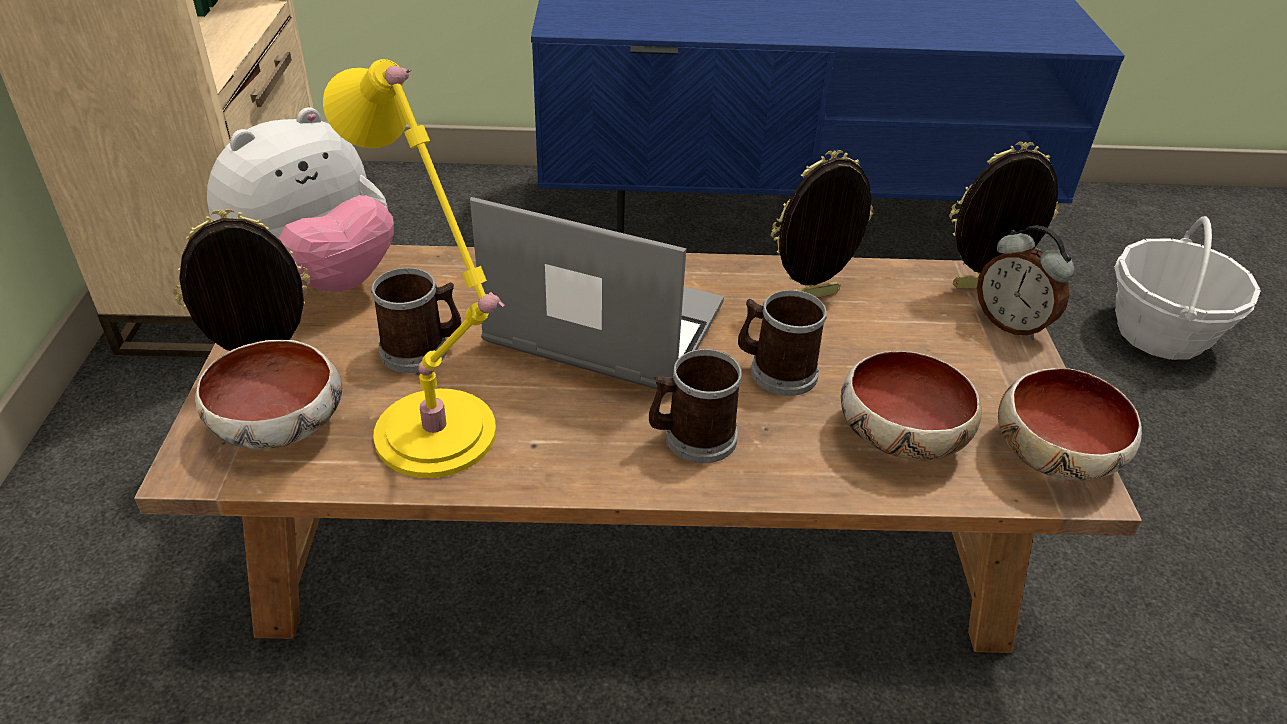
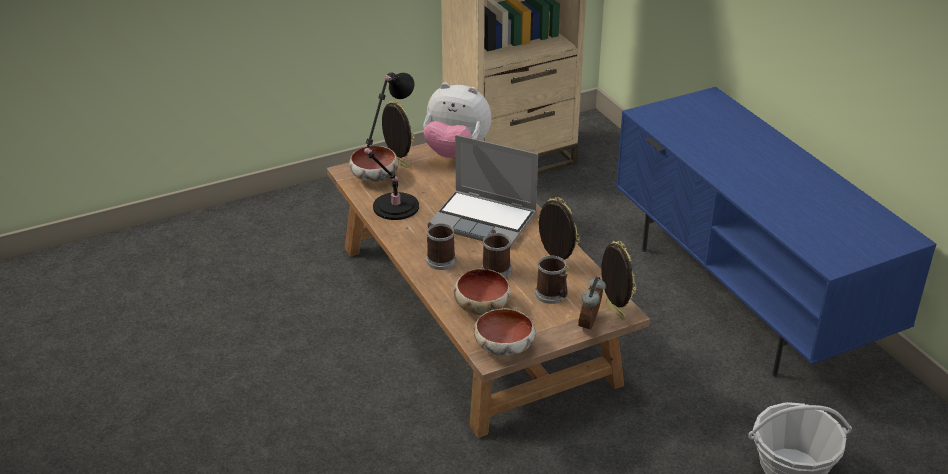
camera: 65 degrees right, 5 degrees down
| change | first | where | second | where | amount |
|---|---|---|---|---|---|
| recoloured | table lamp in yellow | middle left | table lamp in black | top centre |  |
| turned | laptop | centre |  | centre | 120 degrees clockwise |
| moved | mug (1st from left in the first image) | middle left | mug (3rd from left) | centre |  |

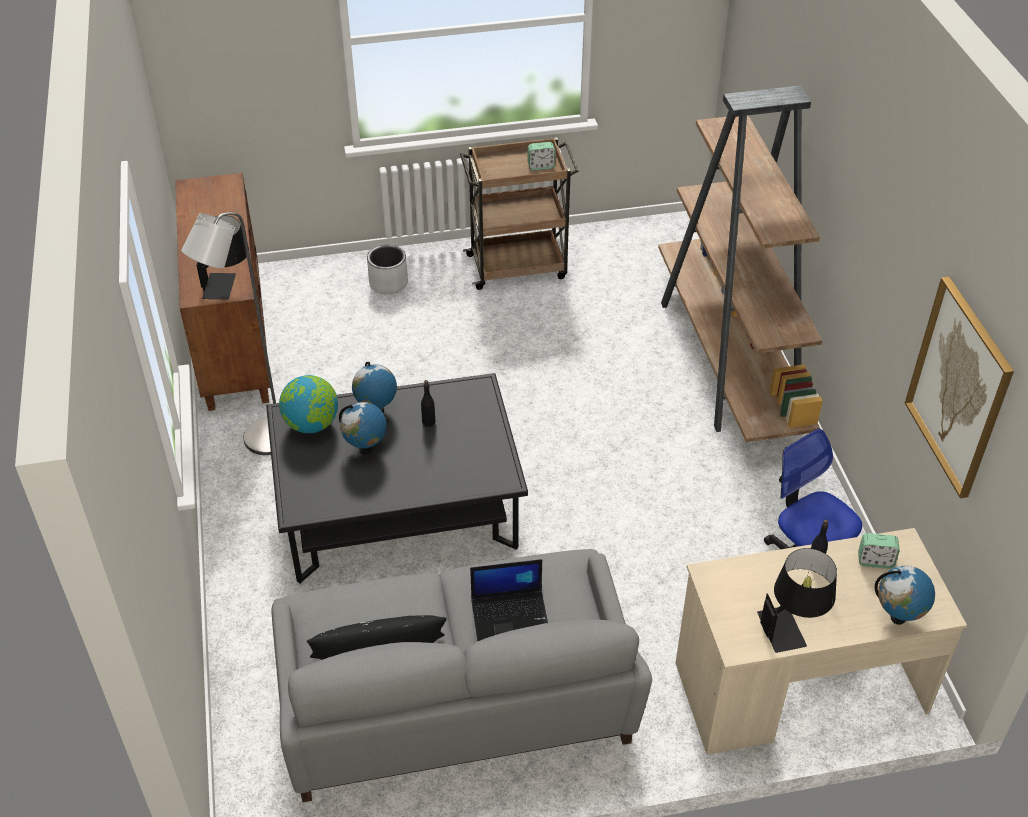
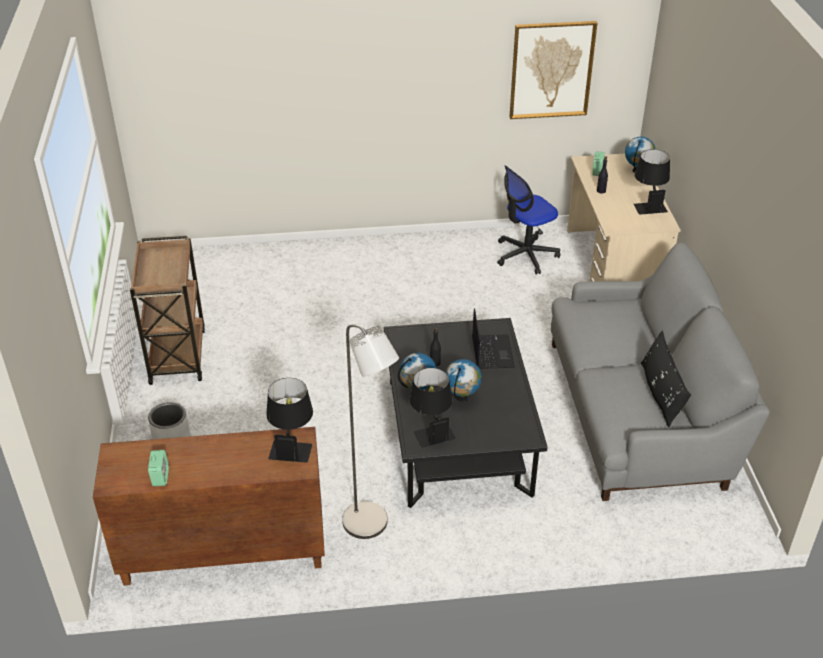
camera: 85 degrees left, 5 degrees down
| change | first | where | second | where | amount |
|---|---|---|---|---|---|
| removed | bookcase in brown | top right |  |  |  |
| moved | alarm clock (1st from left) | top centre |  | bottom left |  |
| replaced | globe (1st from left) | middle left | table lamp in black (2nd from left) | centre |  |
| moved | laptop | bottom centre |  | centre |  |

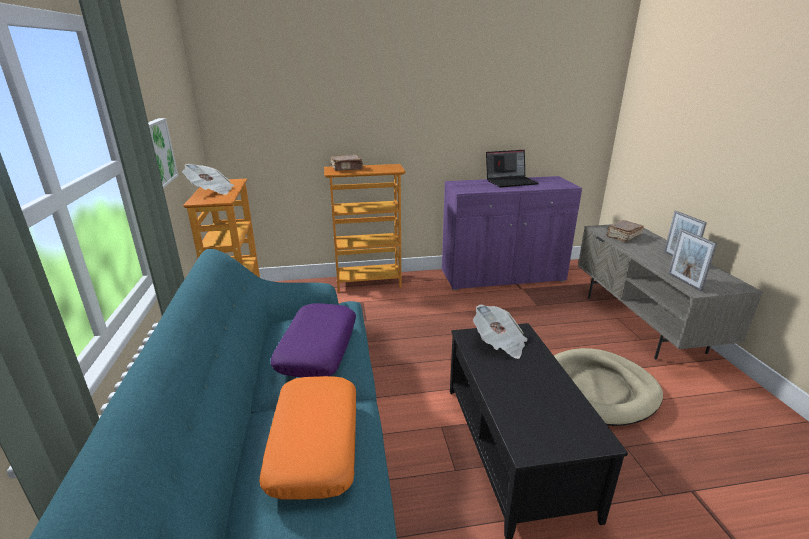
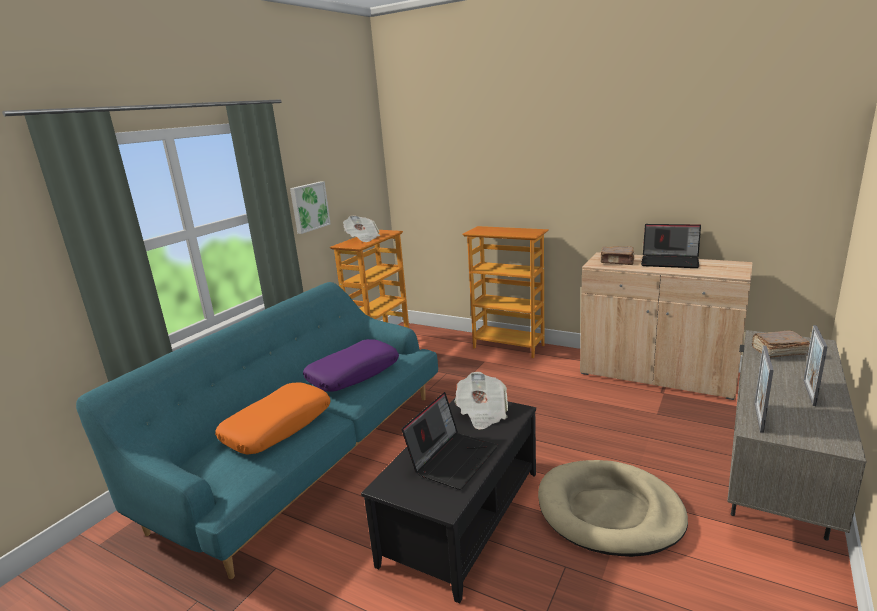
camera: 40 degrees right, 5 degrees down
| change | first | where | second | where | amount |
|---|---|---|---|---|---|
| moved | book in brown (1st from left) | top centre |  | middle right |  |
| recoloured | cabinet in purple | centre | cabinet in beige | middle right |  |
| added |  |  | laptop (1st from left) | bottom centre |  |

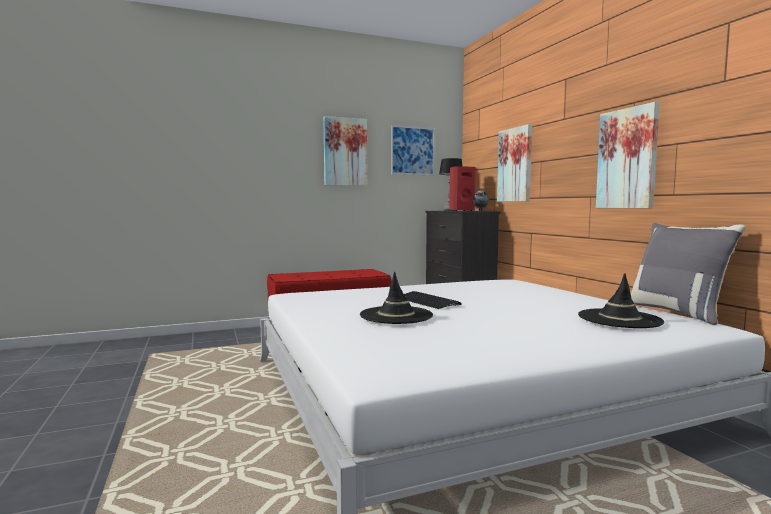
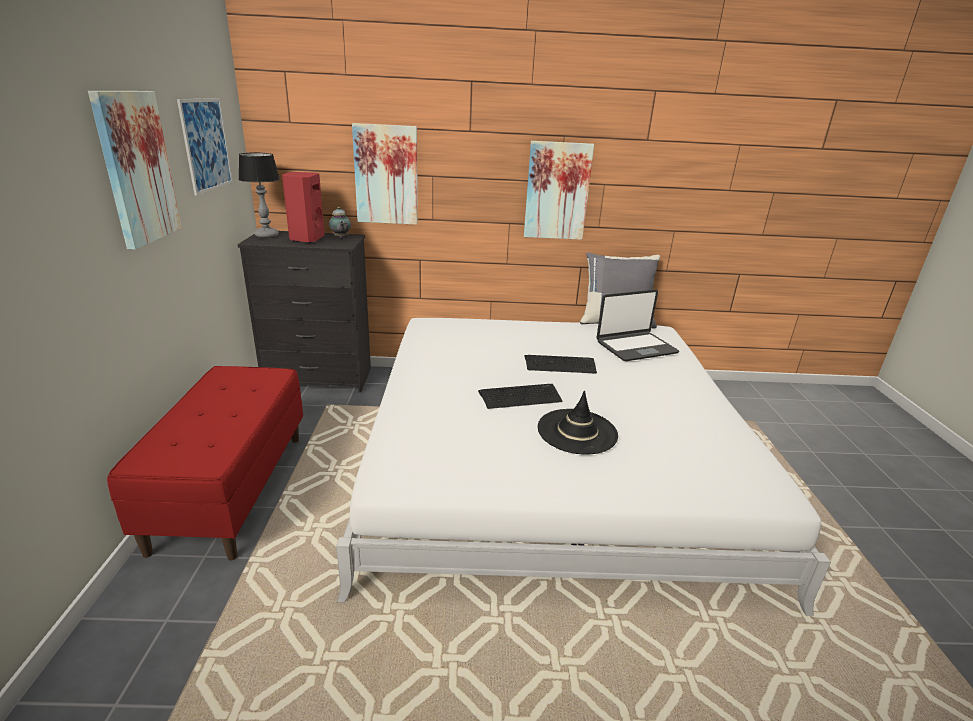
camera: 70 degrees left, 20 degrees up
| change | first | where | second | where | amount |
|---|---|---|---|---|---|
| replaced | hat in black (2nd from left) | middle right | laptop | centre |  |
| added |  |  | keyboard (2nd from left) | centre |  |

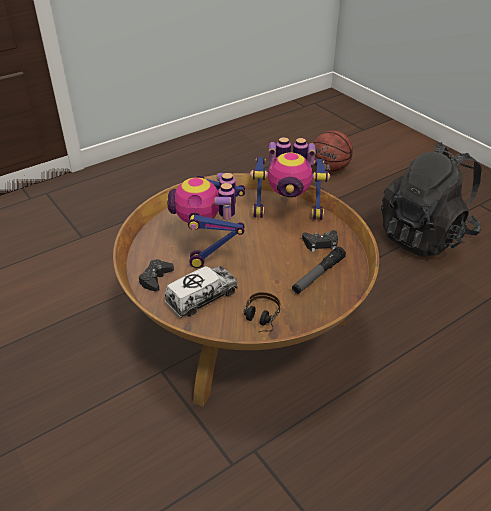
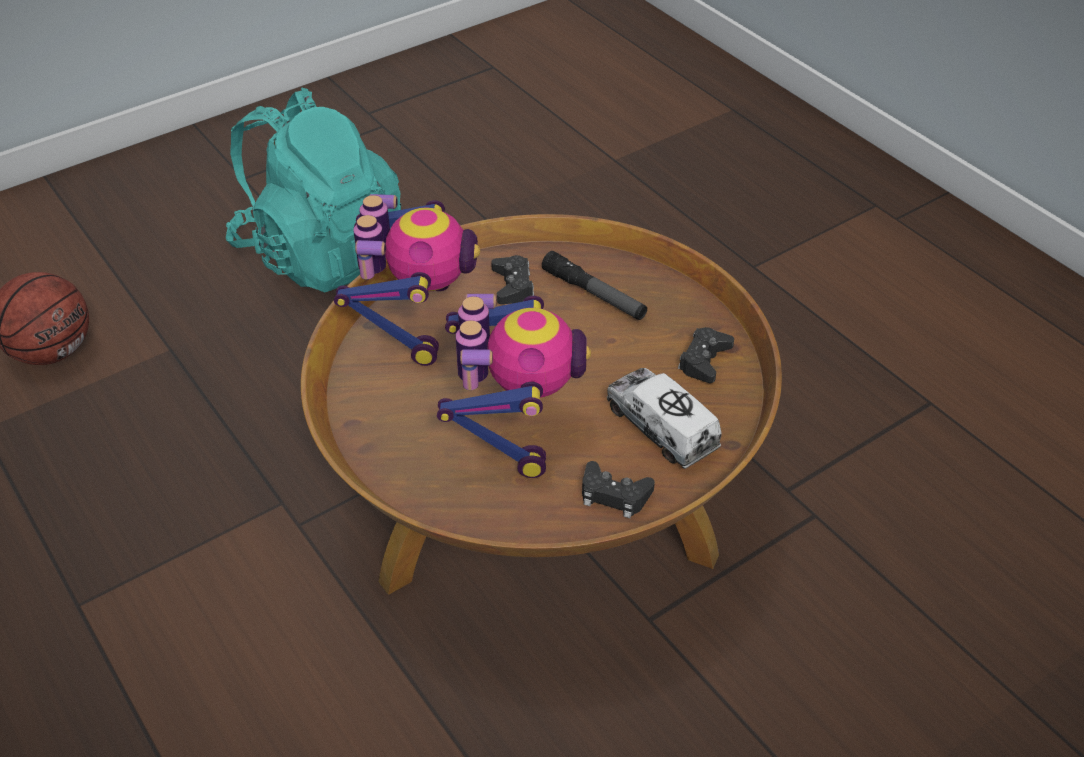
camera: 90 degrees left, 5 degrees up
| change | first | where | second | where | amount |
|---|---|---|---|---|---|
| recoloured | backpack in black | middle right | backpack in turquoise | top left |  |
| turned | toy robot (1st from left in the first image) | centre | toy robot (2nd from left) | centre | 90 degrees counterclockwise |
| replaced | headphones | centre | game controller in black (3rd from left) | centre |  |

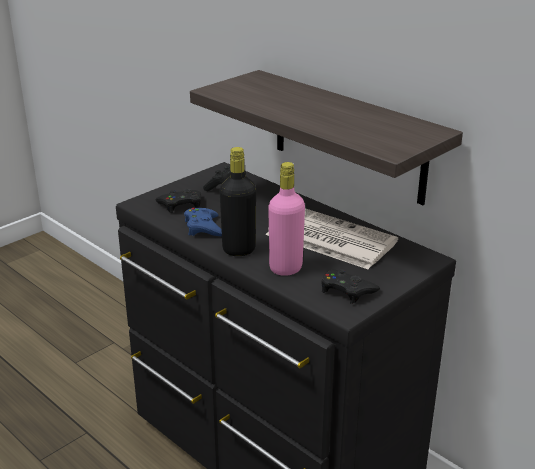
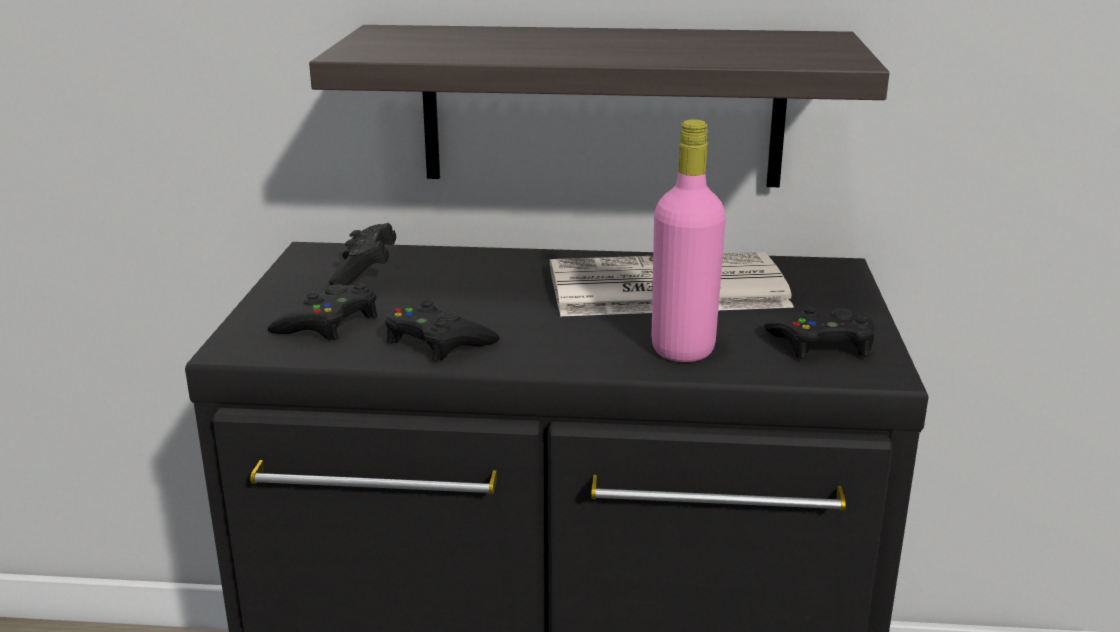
camera: 40 degrees left, 5 degrees down
| change | first | where | second | where | amount |
|---|---|---|---|---|---|
| removed | bottle in black | centre |  |  |  |
| recoloured | game controller in blue | centre | game controller in black (3rd from left) | centre |  |

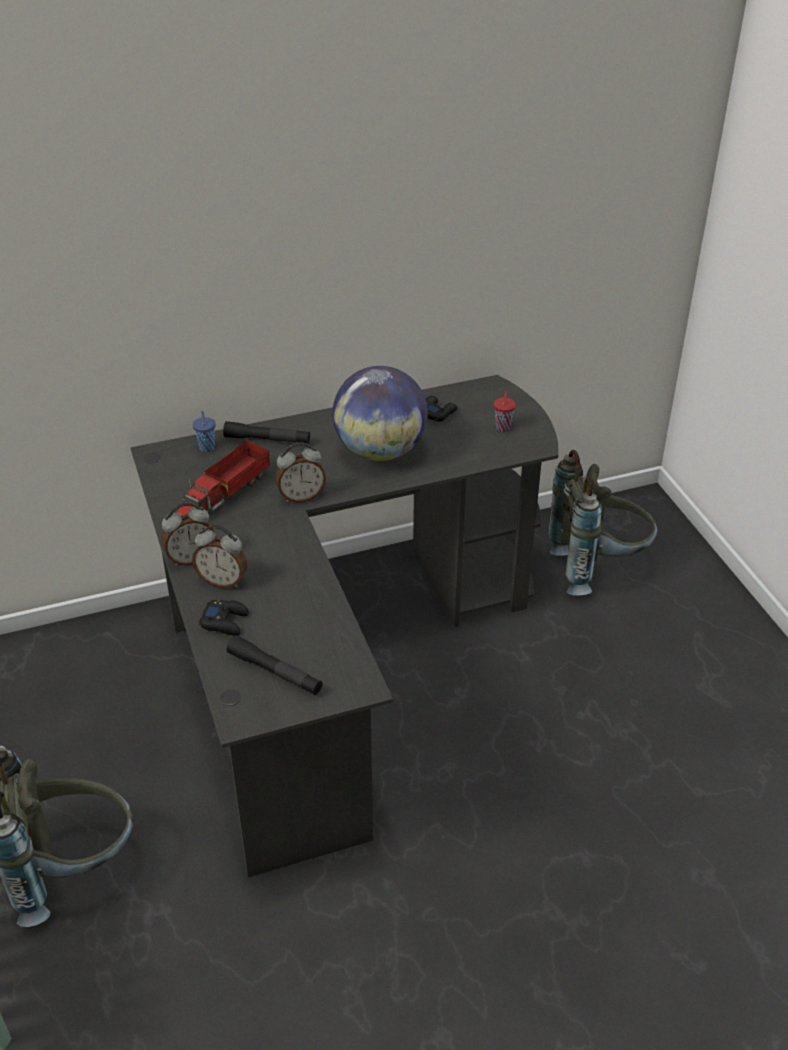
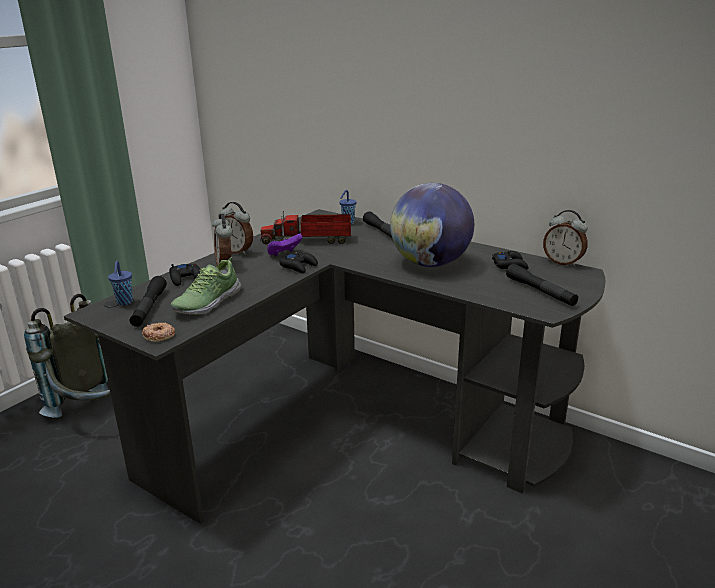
camera: 55 degrees right, 15 degrees down
| change | first | where | second | where | amount |
|---|---|---|---|---|---|
| replaced | cup in red | centre | flashlight in black (3rd from left) | middle right |  |
| moved | alarm clock (3rd from left) | centre |  | middle right |  |
| removed | backpack in grey (2nd from left) | middle right |  |  |  |
| added |  |  | game controller in purple | centre |  |
| added |  |  | game controller in black (2nd from left) | centre |  |
| added |  |  | shoe | middle left |  |
| added |  |  | cup in blue (1st from left) | middle left |  |
| added |  |  | donut | middle left |  |

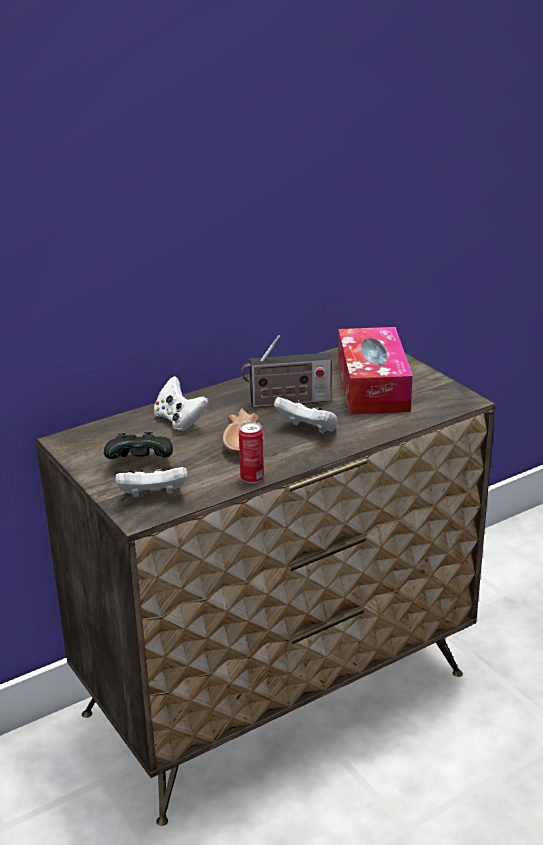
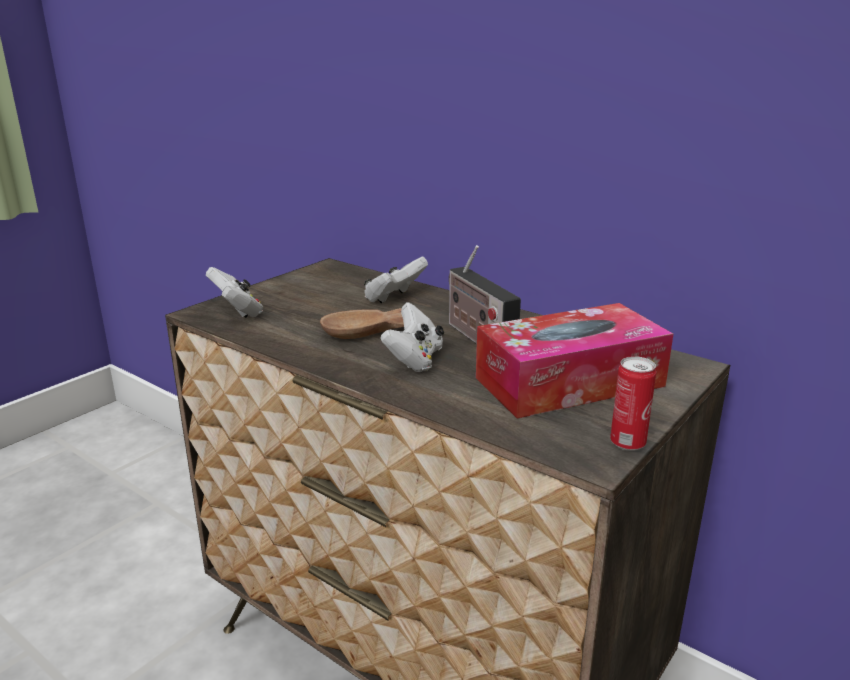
camera: 70 degrees right, 5 degrees down
| change | first | where | second | where | amount |
|---|---|---|---|---|---|
| moved | can | centre |  | middle right |  |
| removed | game controller in black | middle left |  |  |  |

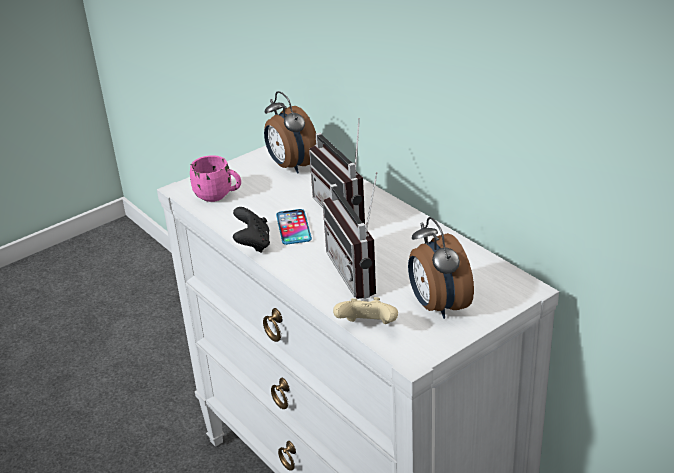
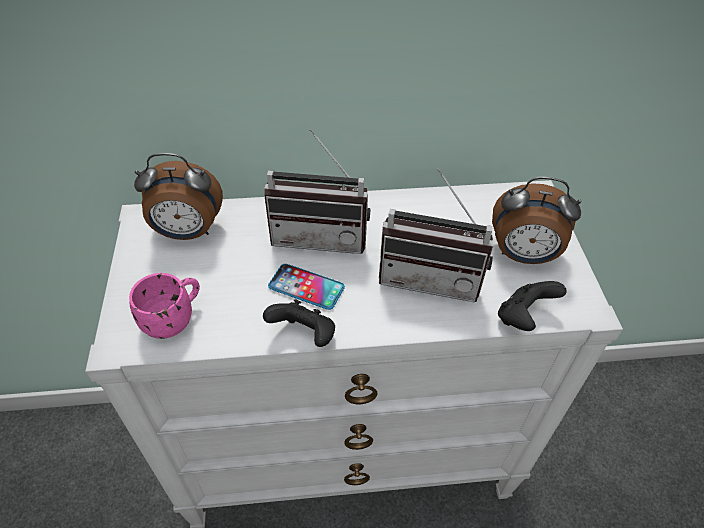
camera: 60 degrees left, 15 degrees up
| change | first | where | second | where | amount |
|---|---|---|---|---|---|
| recoloured | game controller in beige | centre | game controller in black (2nd from left) | middle right |  |

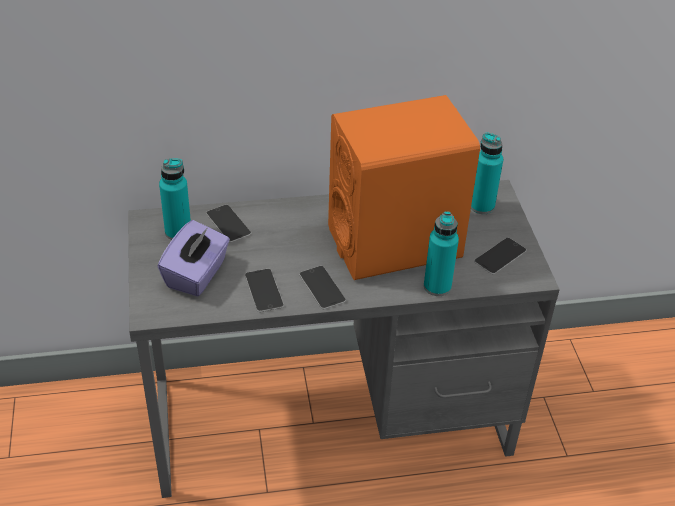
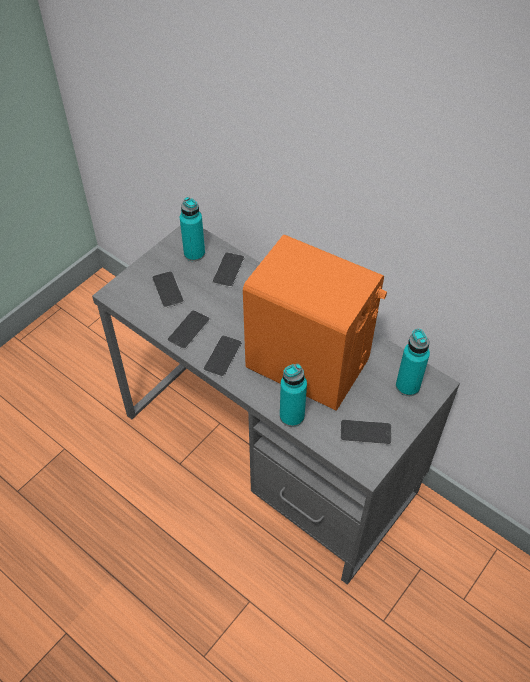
camera: 50 degrees right, 10 degrees up
| change | first | where | second | where | amount |
|---|---|---|---|---|---|
| replaced | tissue box in purple | middle left | phone (1st from left) | middle left |  |

